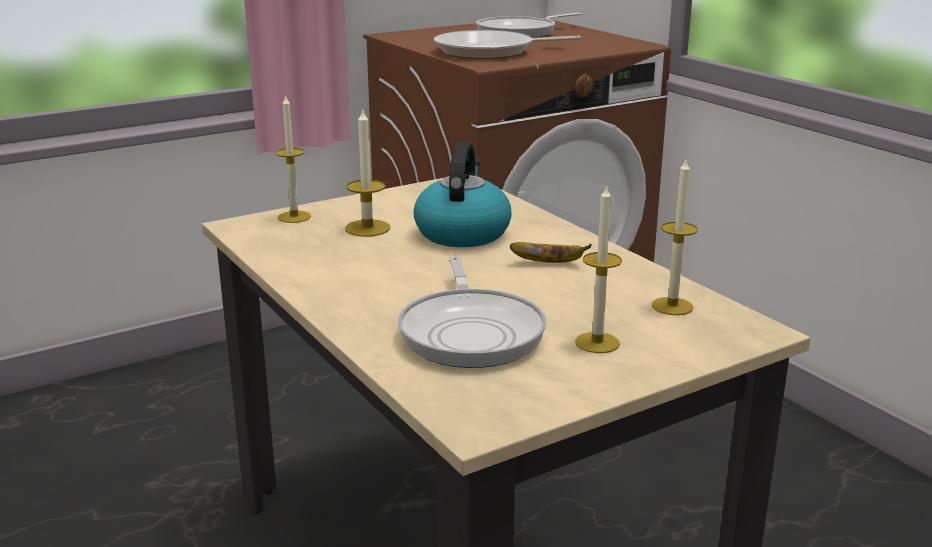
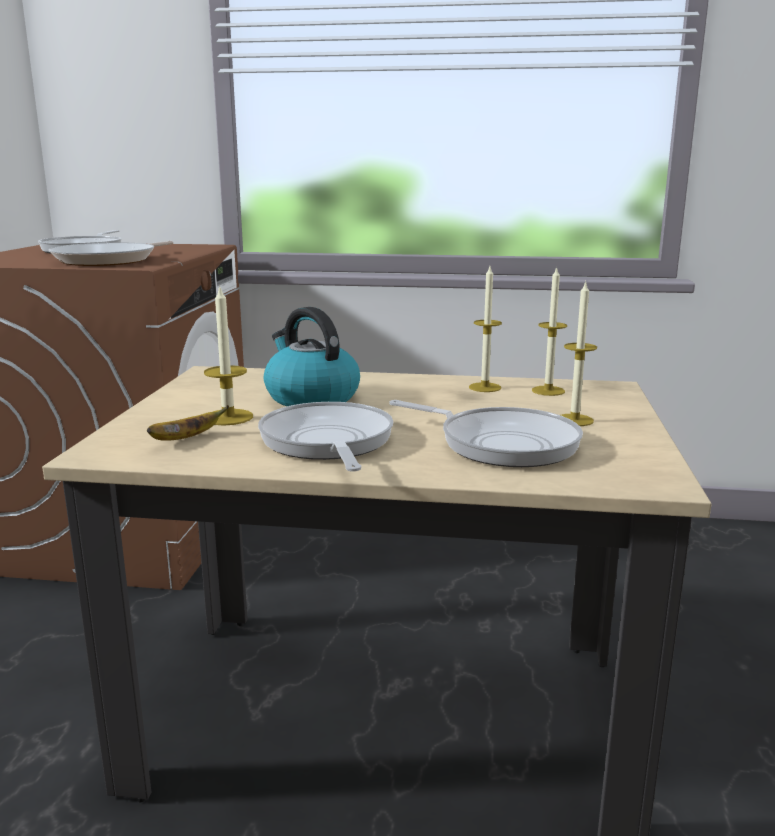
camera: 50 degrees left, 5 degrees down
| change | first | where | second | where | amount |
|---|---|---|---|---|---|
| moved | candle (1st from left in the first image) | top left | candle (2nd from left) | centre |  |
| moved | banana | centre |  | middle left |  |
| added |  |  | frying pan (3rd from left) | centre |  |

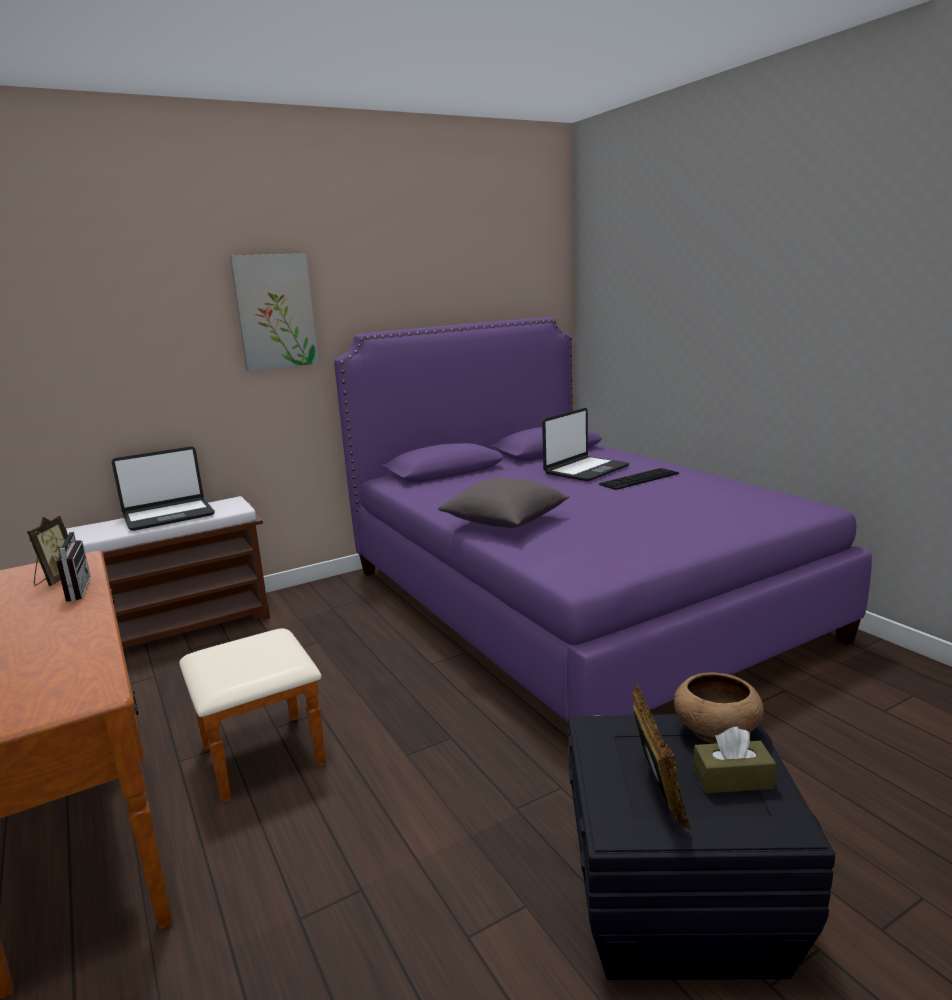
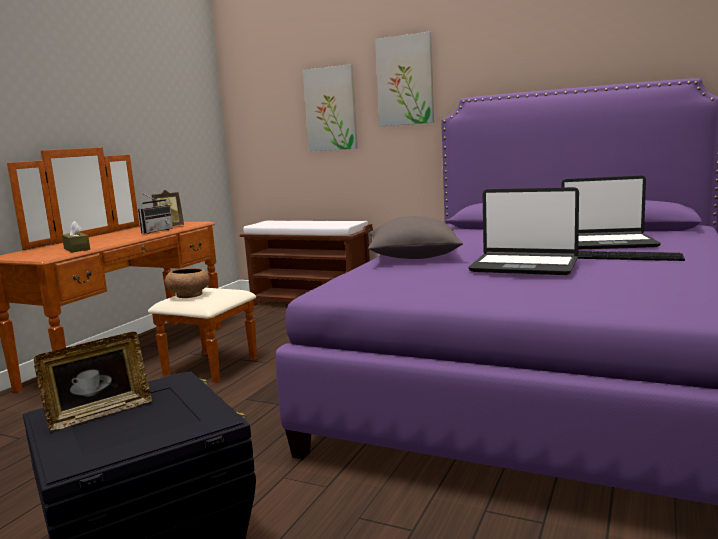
camera: 55 degrees right, 5 degrees down
| change | first | where | second | where | amount |
|---|---|---|---|---|---|
| moved | laptop (1st from left) | middle left |  | middle right |  |
| moved | bowl in brown | bottom right |  | middle left |  |
| moved | tissue box in brown | bottom right |  | middle left |  |
| added |  |  | picture (1st from left) | top centre |  |

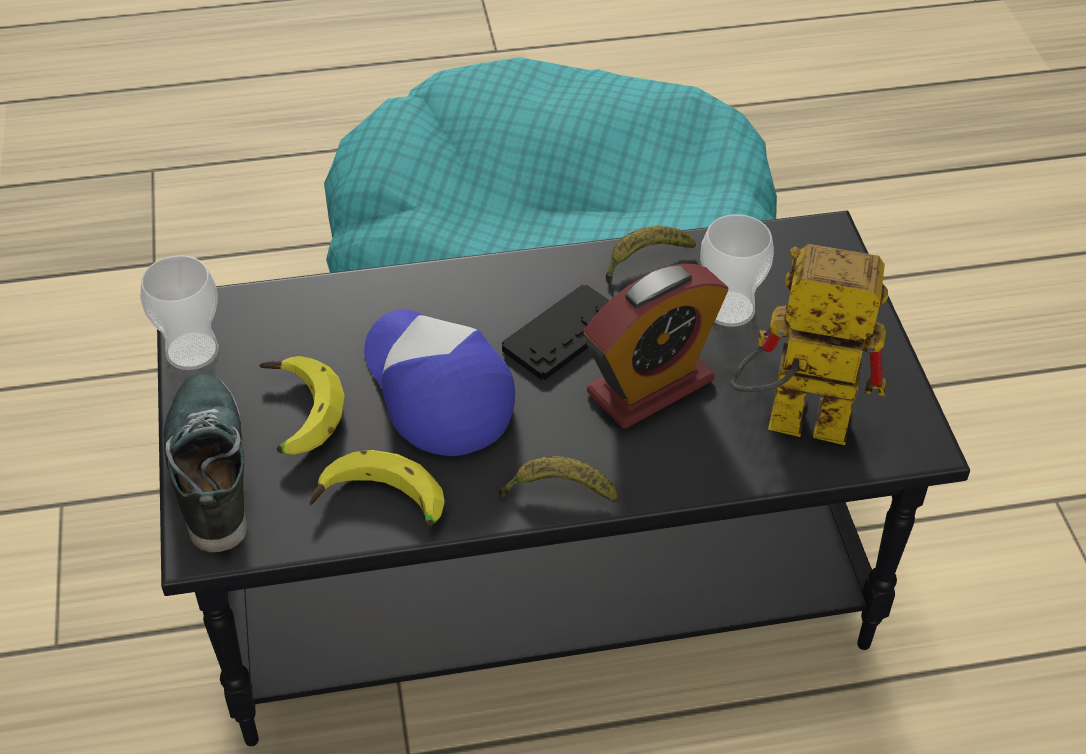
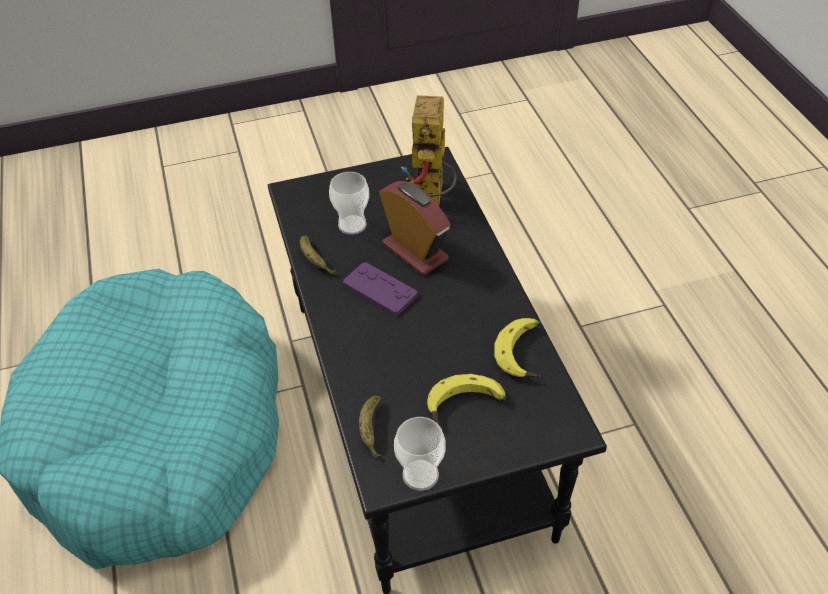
camera: 95 degrees left, 0 degrees up
| change | first | where | second | where | amount |
|---|---|---|---|---|---|
| recoloured | game controller in black | centre | game controller in purple | centre |  |
| removed | cap | centre |  |  |  |
| removed | shoe | middle left |  |  |  |
| moved | banana (3rd from left in the first image) | centre | banana (2nd from left) | bottom centre |  |

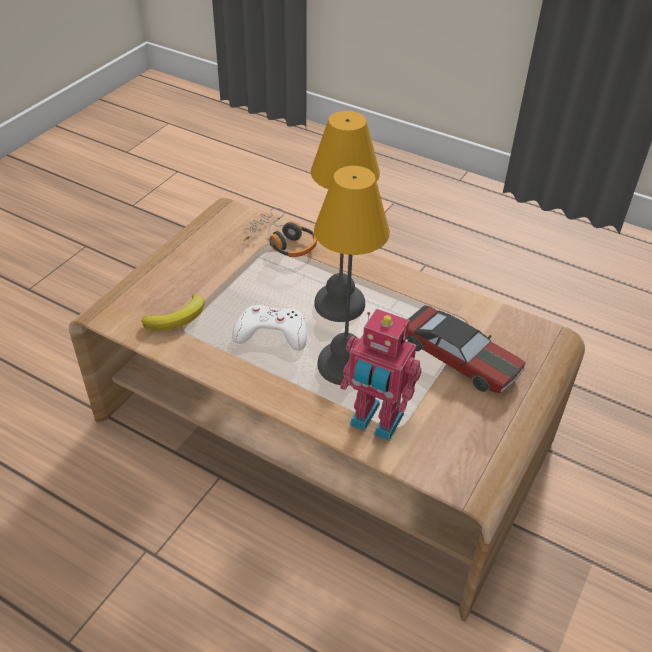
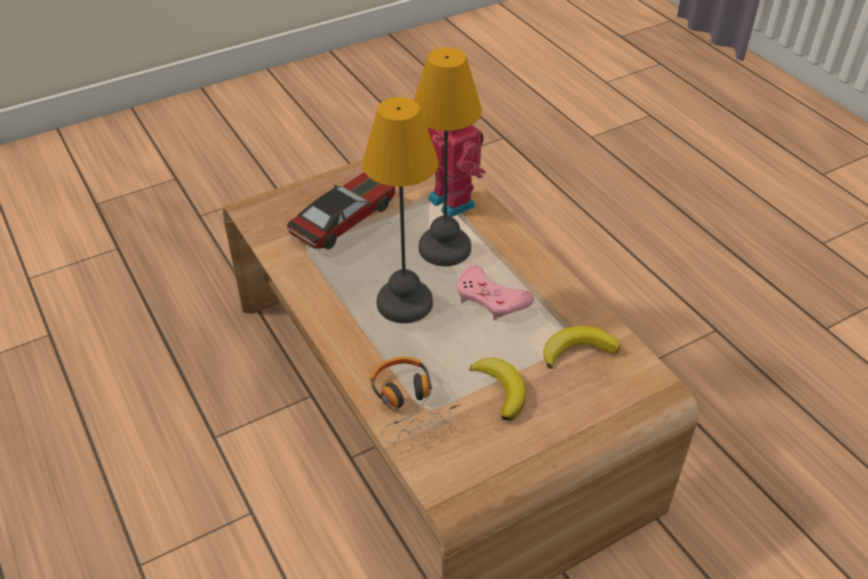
camera: 150 degrees left, 0 degrees up
| change | first | where | second | where | amount |
|---|---|---|---|---|---|
| recoloured | game controller in white | centre | game controller in pink | centre |  |
| turned | toy car | middle right |  | centre | 60 degrees clockwise |
| added |  |  | banana (1st from left) | bottom centre |  |

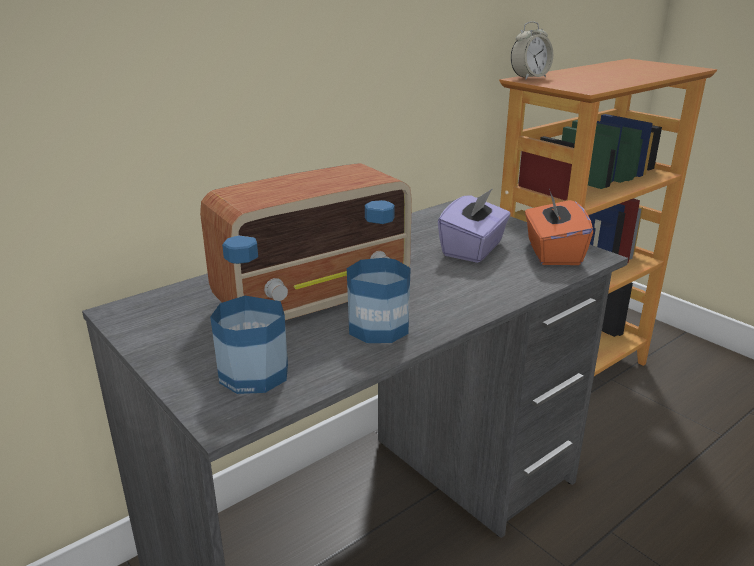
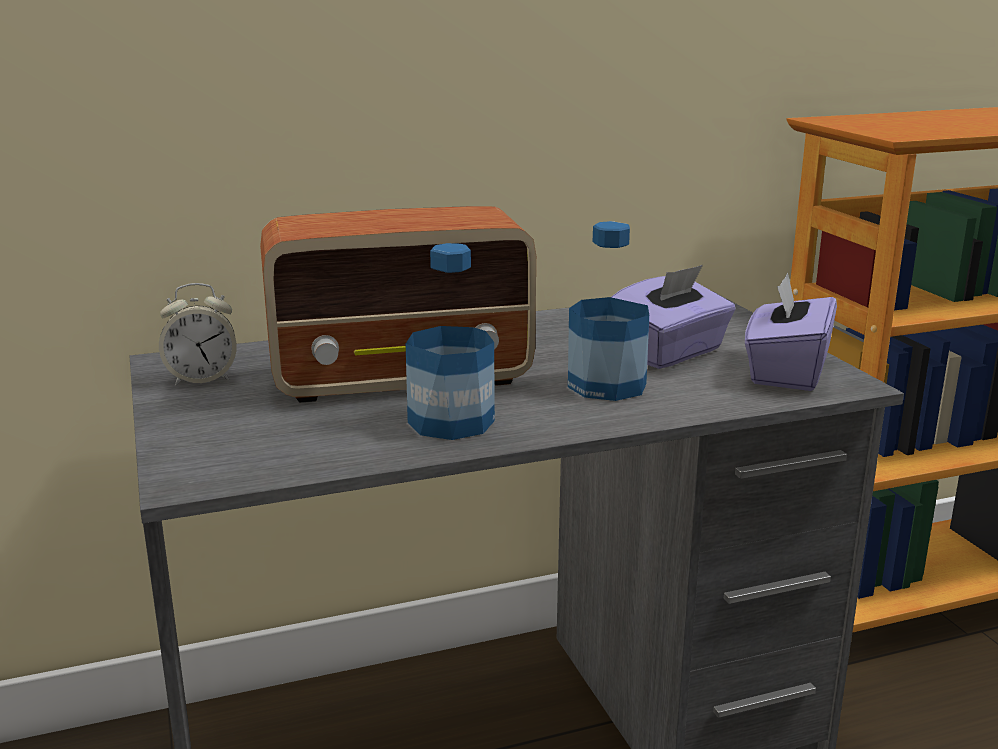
camera: 20 degrees right, 5 degrees down
| change | first | where | second | where | amount |
|---|---|---|---|---|---|
| moved | alarm clock | top right |  | middle left |  |
| recoloured | tissue box in orange | middle right | tissue box in purple (2nd from left) | middle right |  |
| moved | bottle (1st from left in the first image) | middle left | bottle (2nd from left) | centre |  |

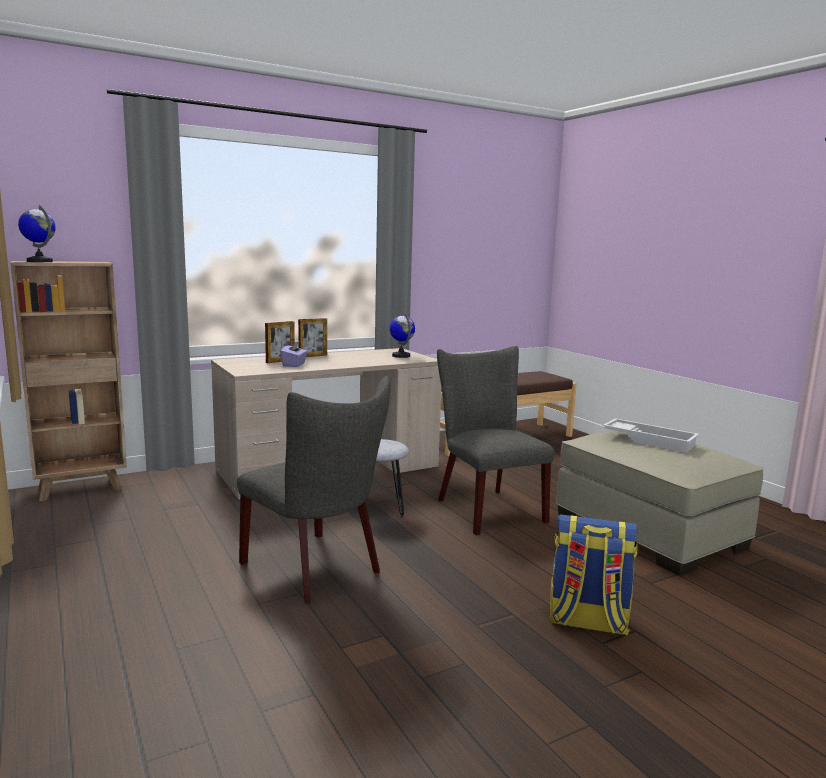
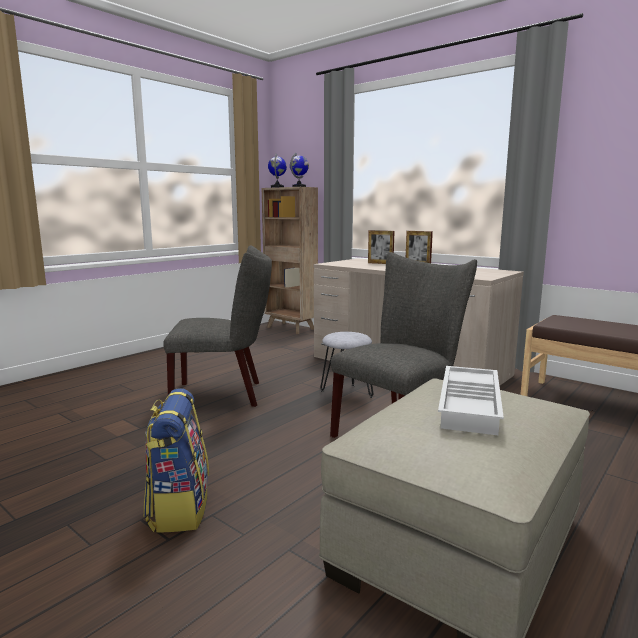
camera: 70 degrees right, 0 degrees up
| change | first | where | second | where | amount |
|---|---|---|---|---|---|
| moved | globe (2nd from left) | centre |  | top centre |  |
| removed | tissue box in purple | centre |  |  |  |
| turned | chair in grey (1st from left) | centre |  | centre | 120 degrees counterclockwise |

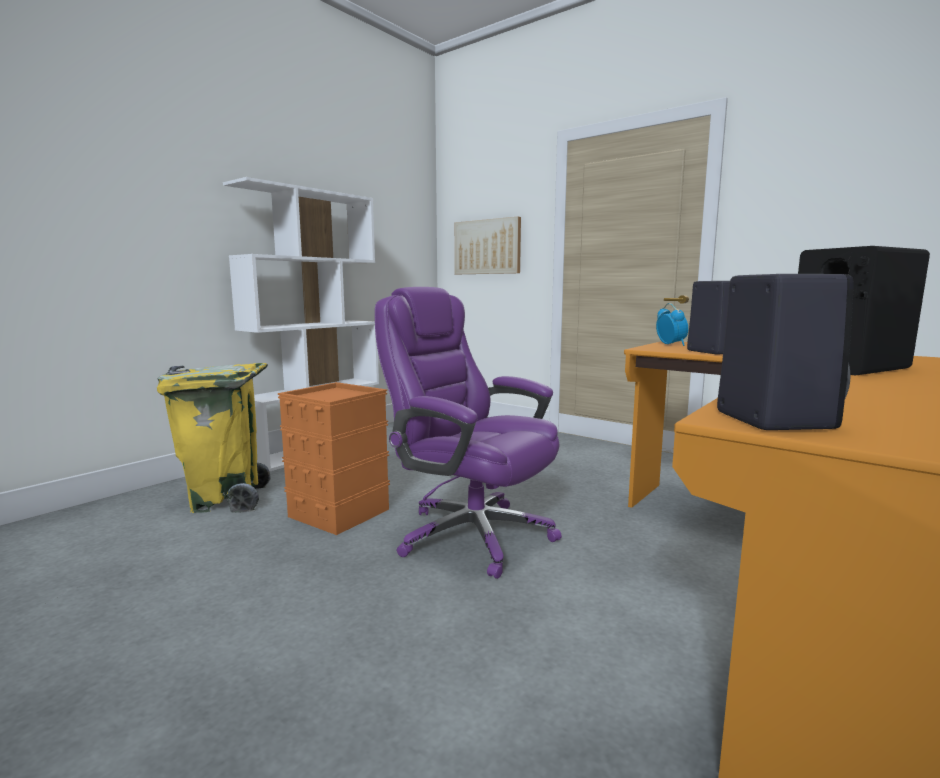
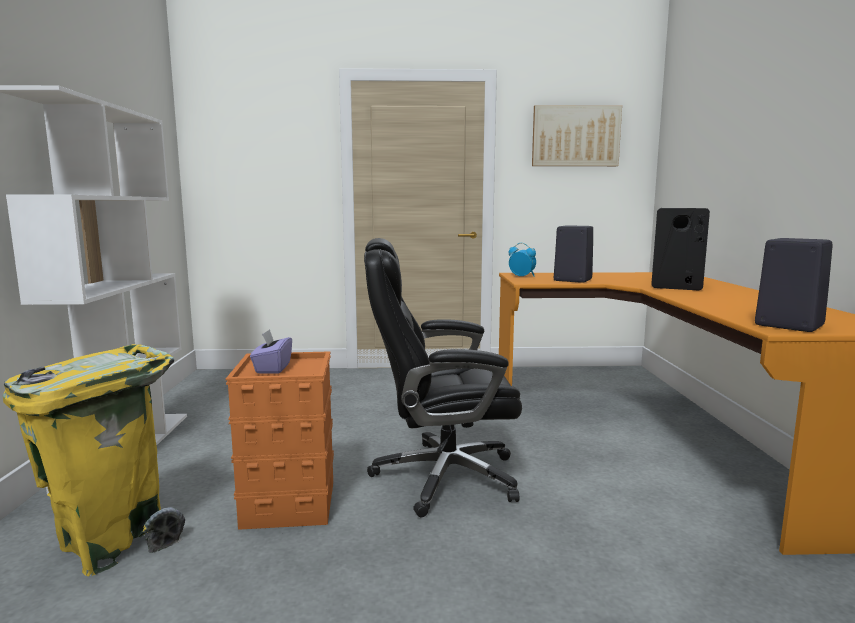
camera: 40 degrees left, 0 degrees up
| change | first | where | second | where | amount |
|---|---|---|---|---|---|
| moved | picture | top centre |  | top right |  |
| recoloured | office chair in purple | centre | office chair in black | centre |  |
| added |  |  | tissue box in purple | middle left |  |

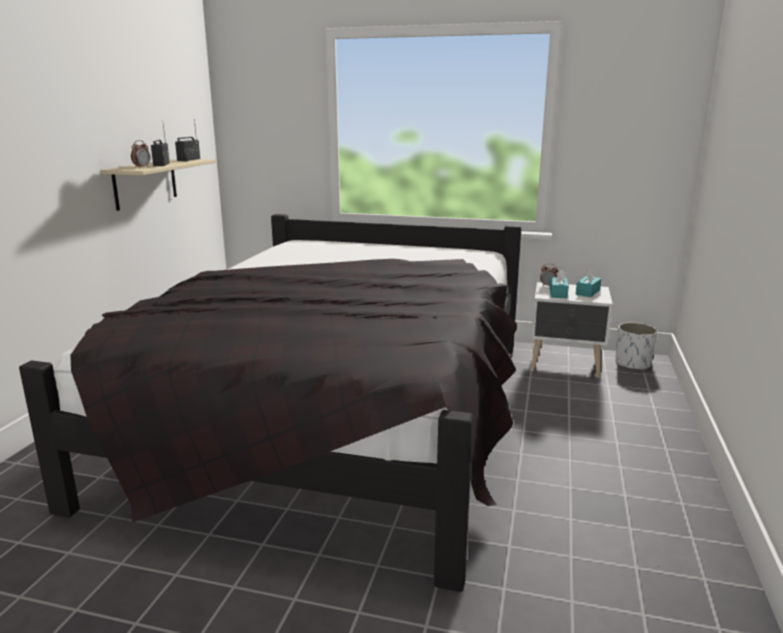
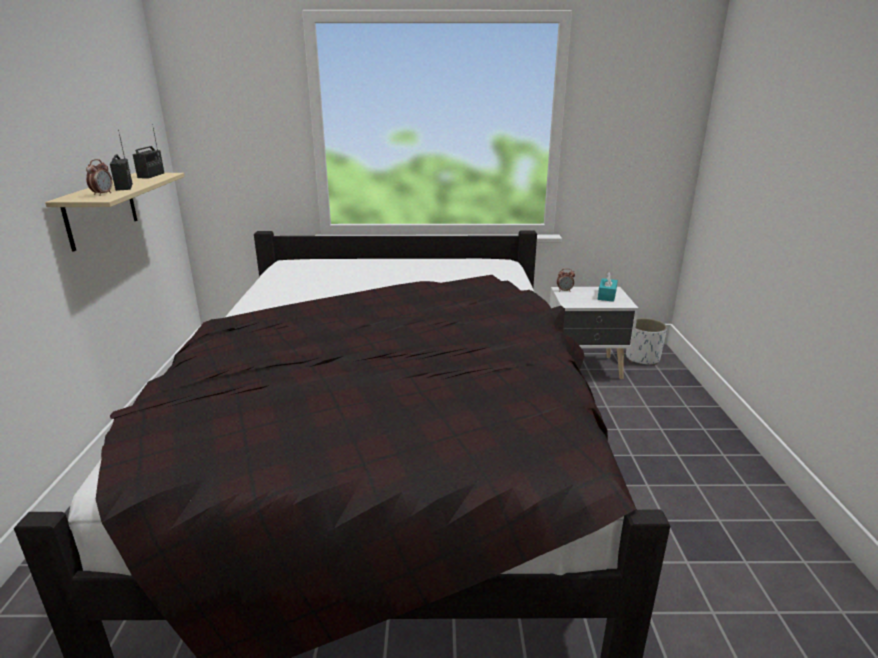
camera: 15 degrees left, 5 degrees up
| change | first | where | second | where | amount |
|---|---|---|---|---|---|
| removed | tissue box in turquoise (1st from left) | middle right |  |  |  |

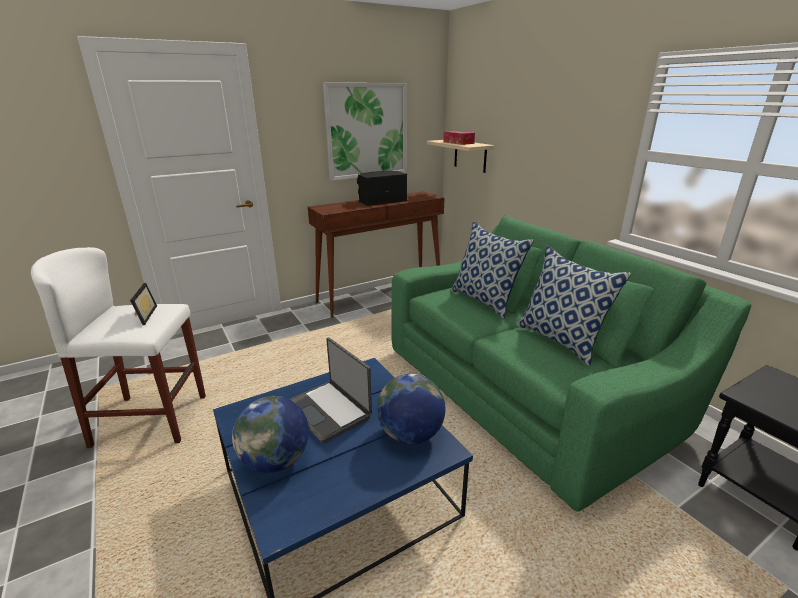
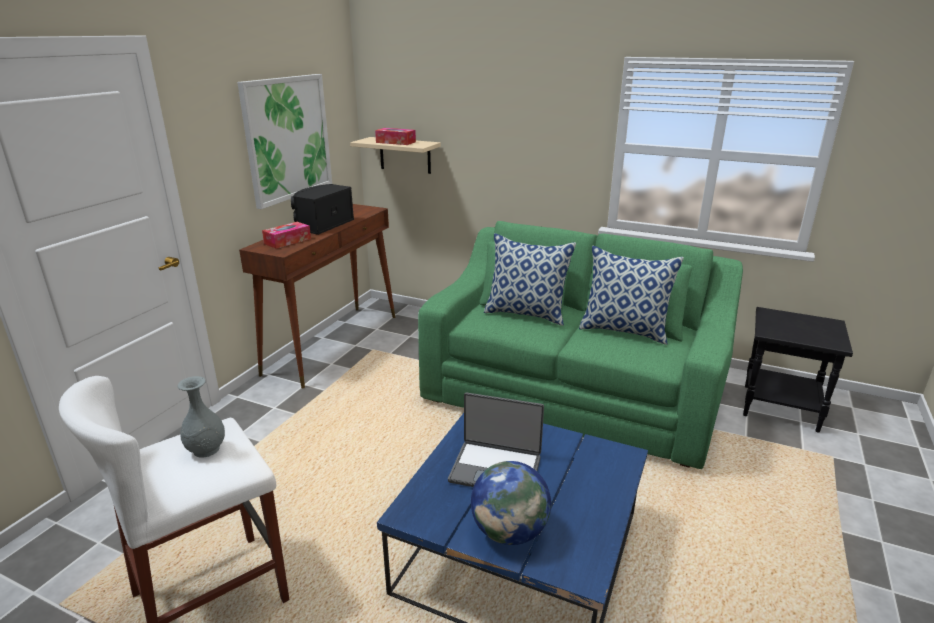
camera: 35 degrees left, 0 degrees up
| change | first | where | second | where | amount |
|---|---|---|---|---|---|
| replaced | picture frame | middle left | vase in grey | bottom left |  |
| removed | globe (2nd from left) | bottom centre |  |  |  |
| added |  |  | tissue box (1st from left) | middle left |  |

